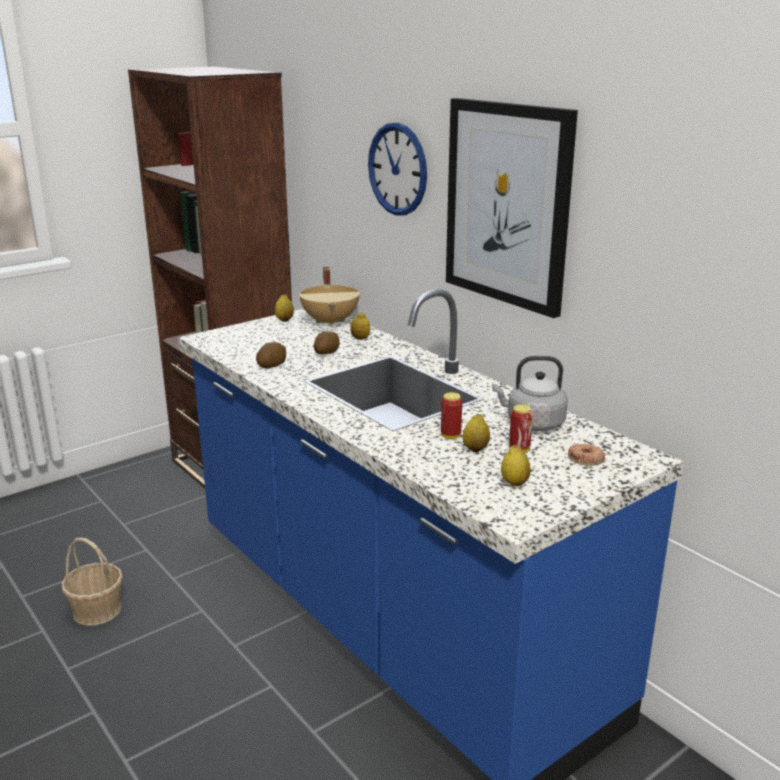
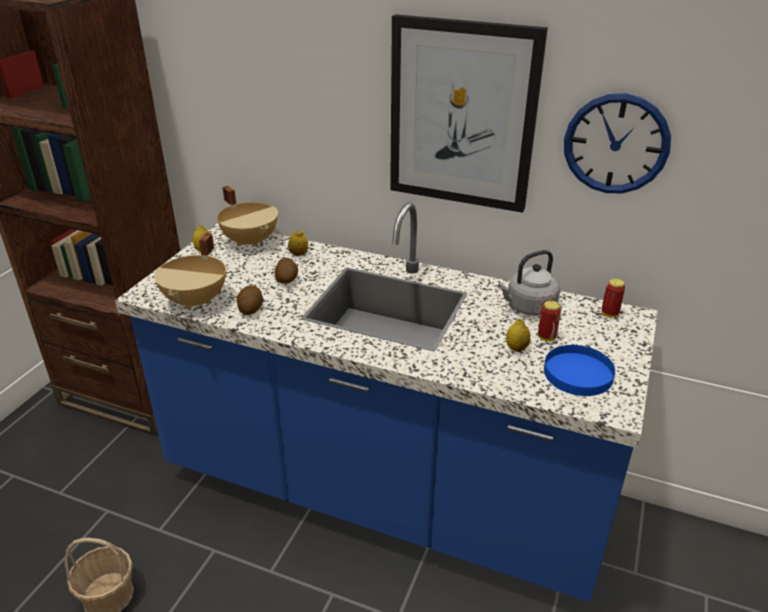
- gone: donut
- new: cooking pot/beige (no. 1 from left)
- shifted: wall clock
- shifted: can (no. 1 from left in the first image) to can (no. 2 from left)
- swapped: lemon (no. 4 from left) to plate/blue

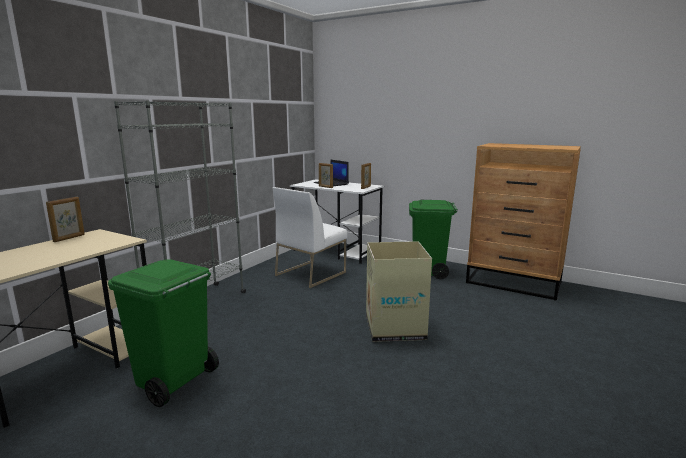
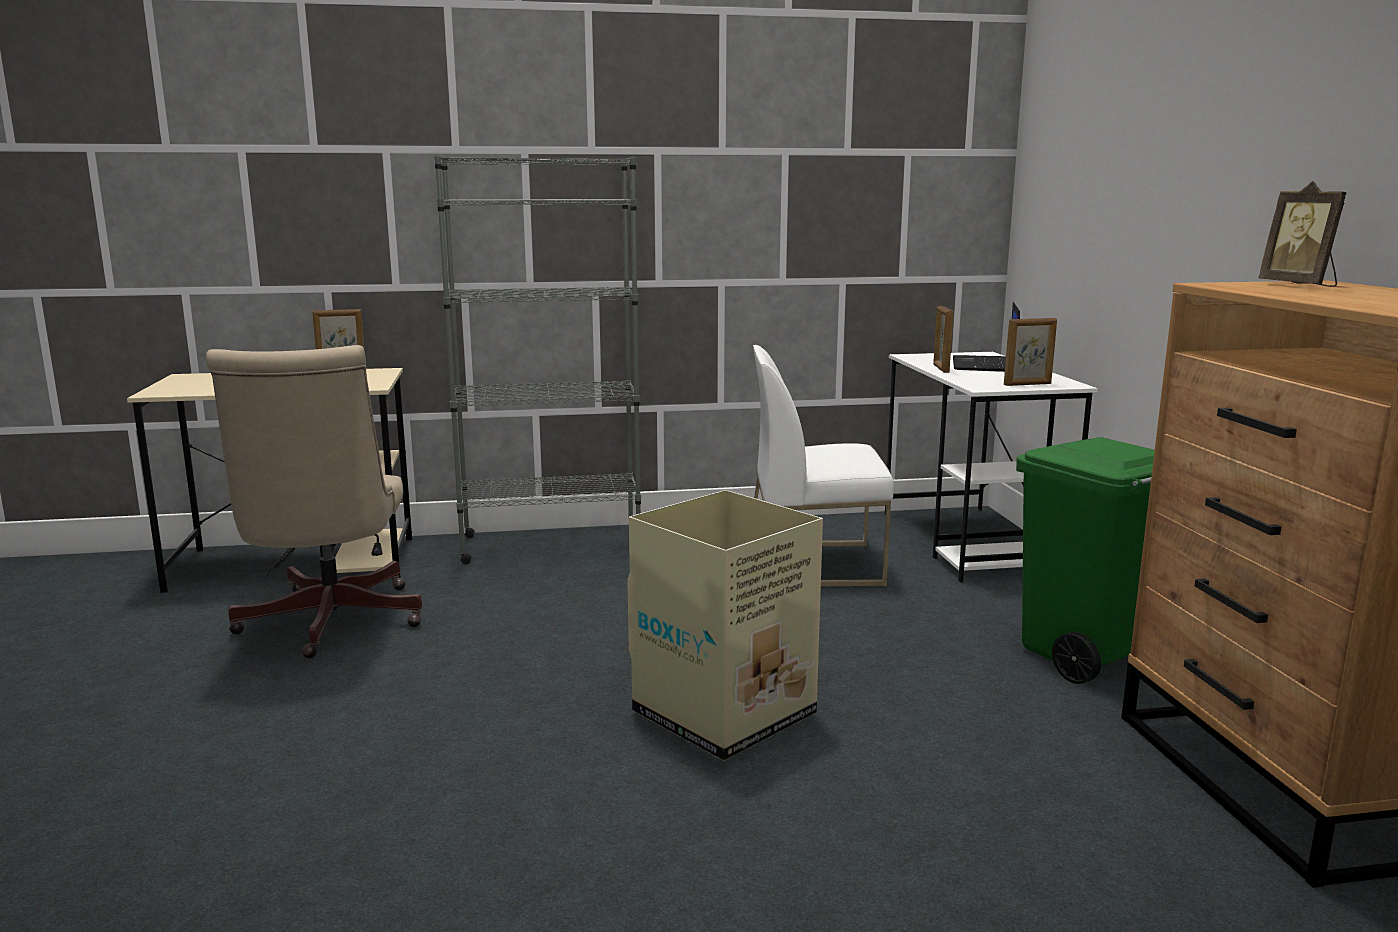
- new: picture frame (no. 4 from left)
- swapped: trash can/green (no. 1 from left) to office chair/beige

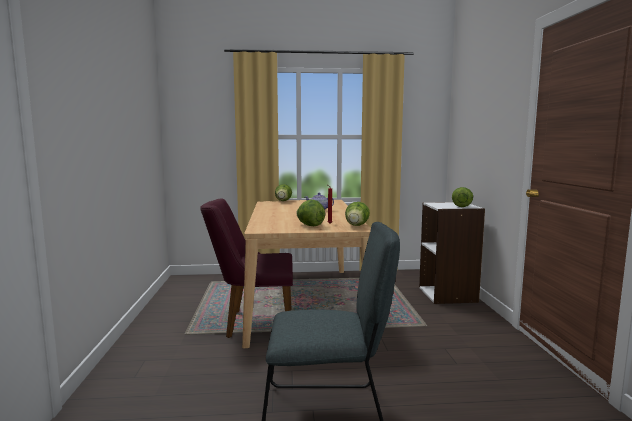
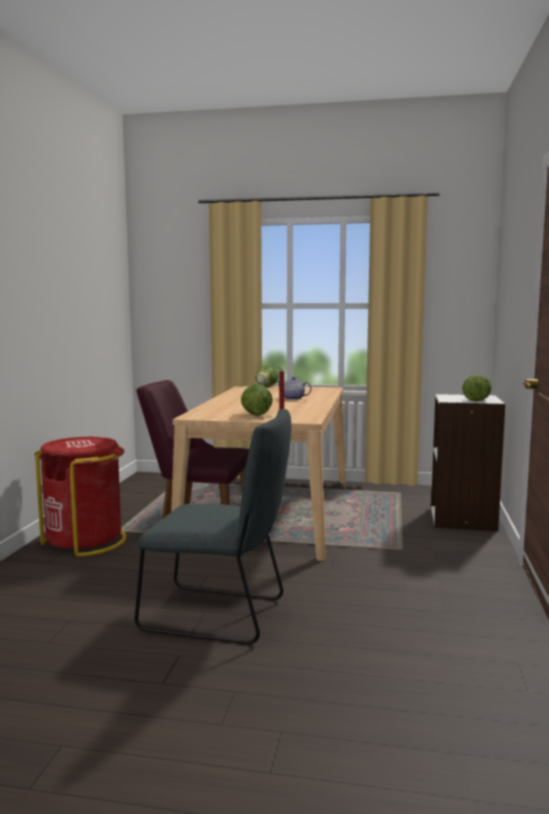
- gone: lettuce (no. 3 from left)
- new: trash can/red

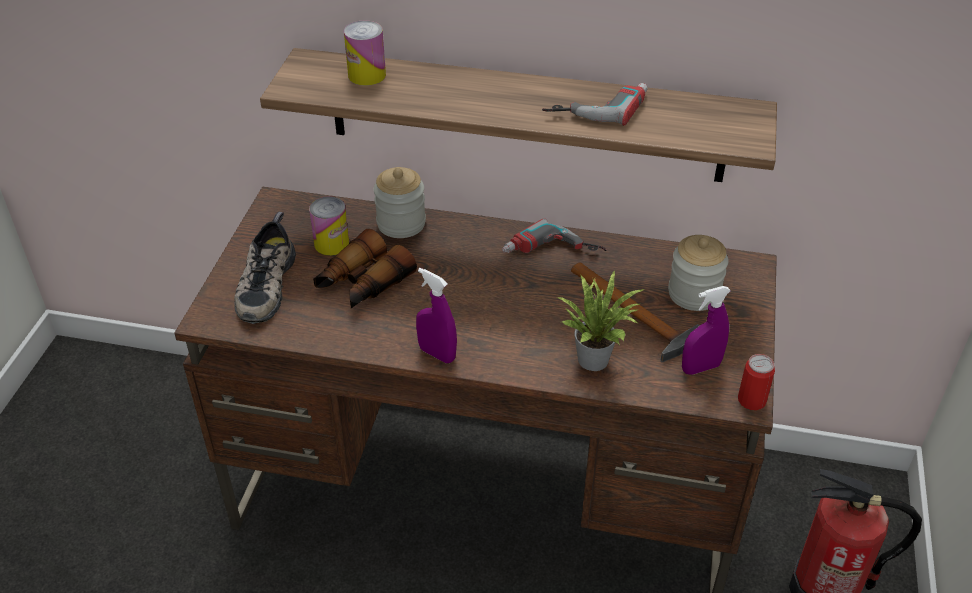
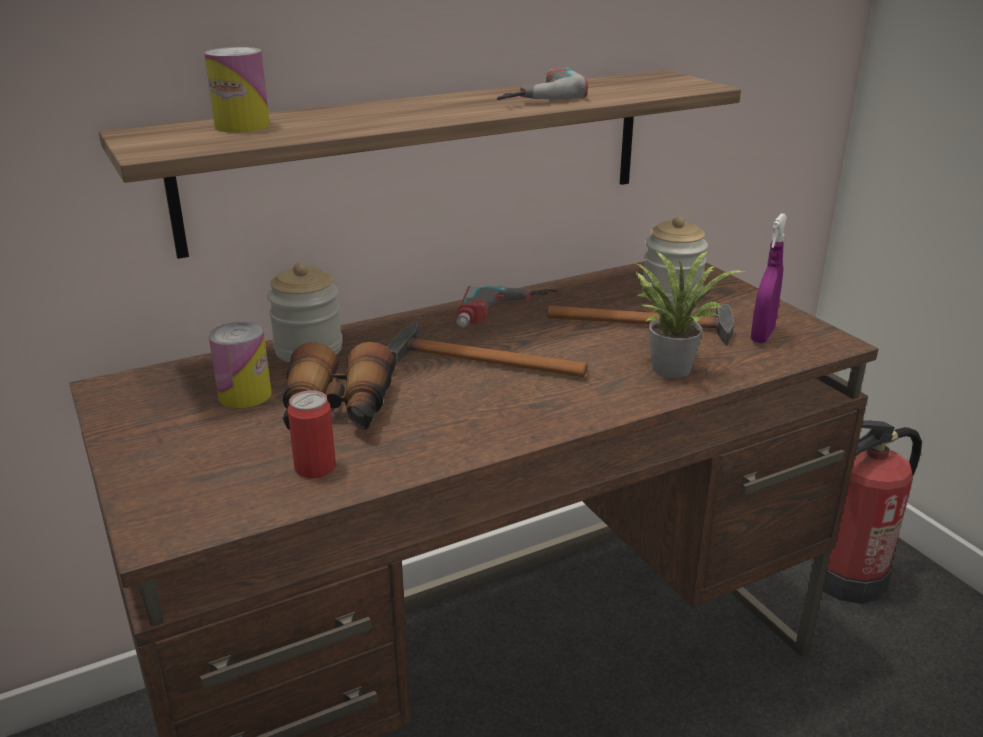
- gone: shoe
- gone: spray bottle/purple (no. 1 from left)
- new: hammer (no. 1 from left)
- shifted: can (no. 3 from left)

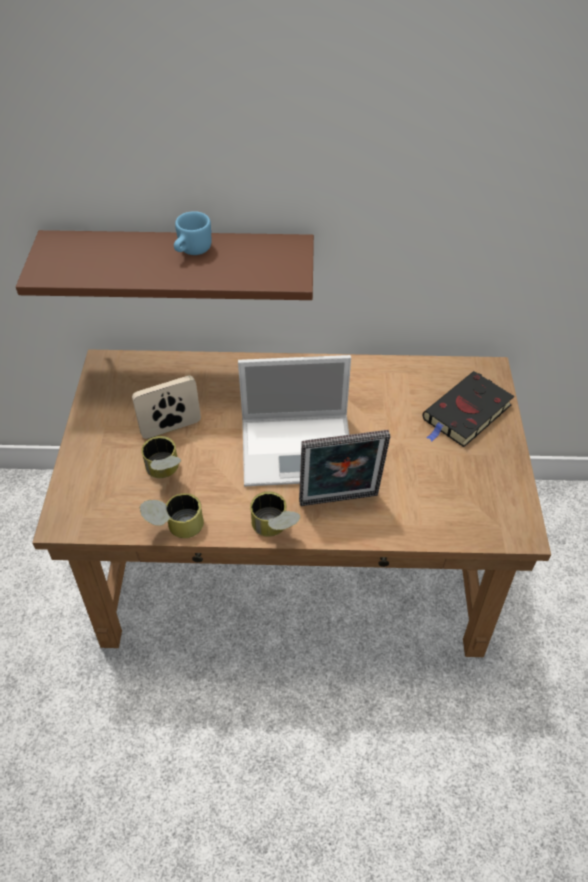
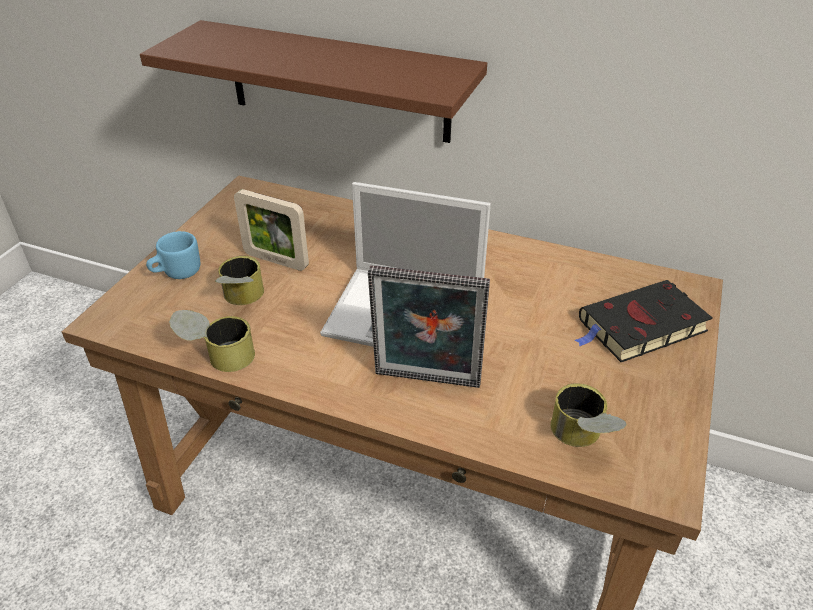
- shifted: mug/blue
- shifted: can (no. 3 from left)
- rotated: picture frame (no. 1 from left) 150 degrees counterclockwise

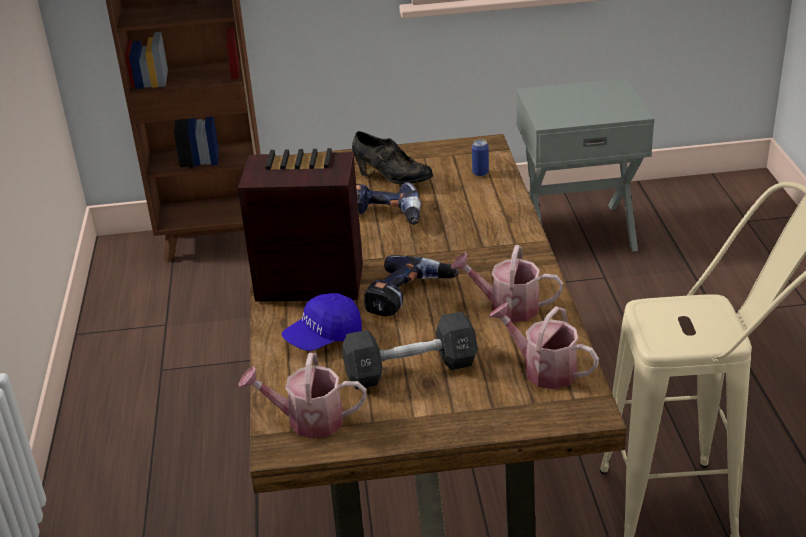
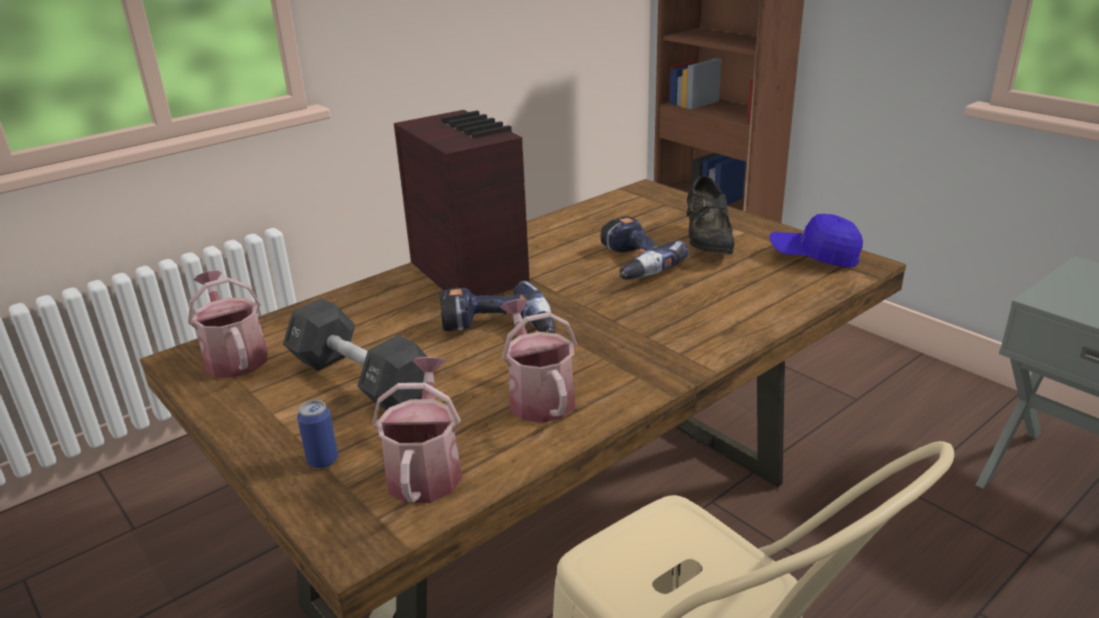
- shifted: cap/blue
- shifted: can

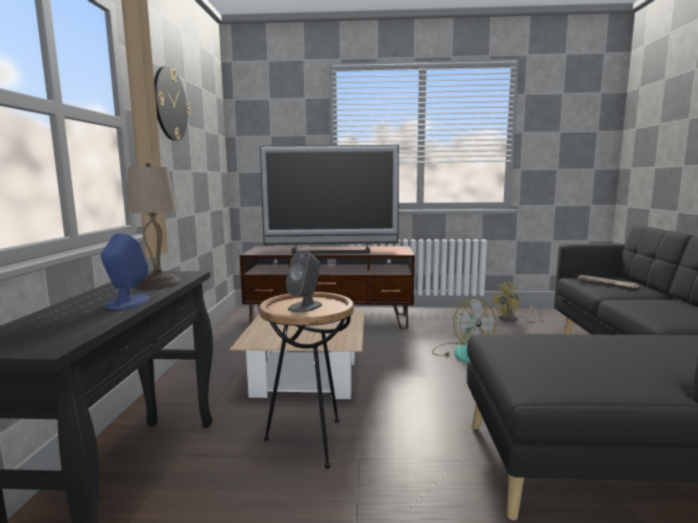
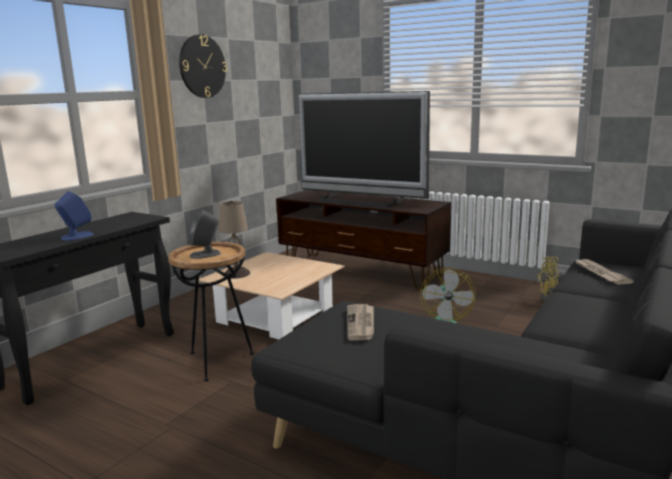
- new: newspaper (no. 1 from left)
- shifted: table lamp/beige

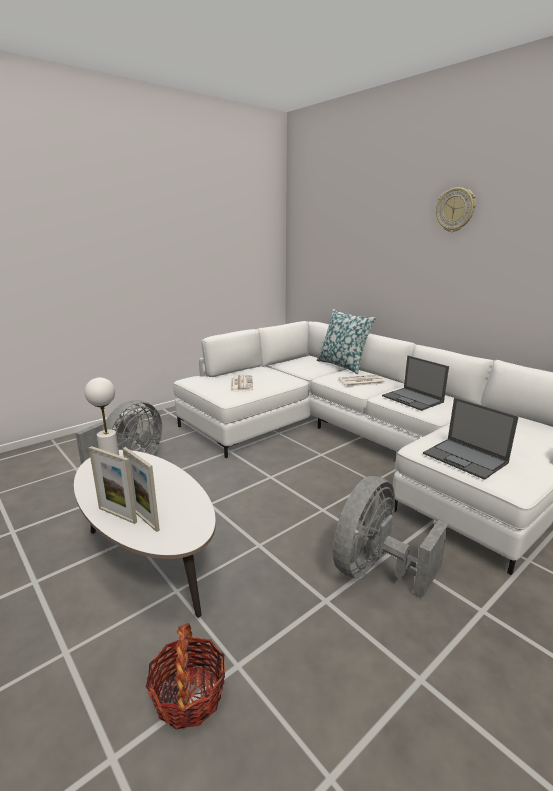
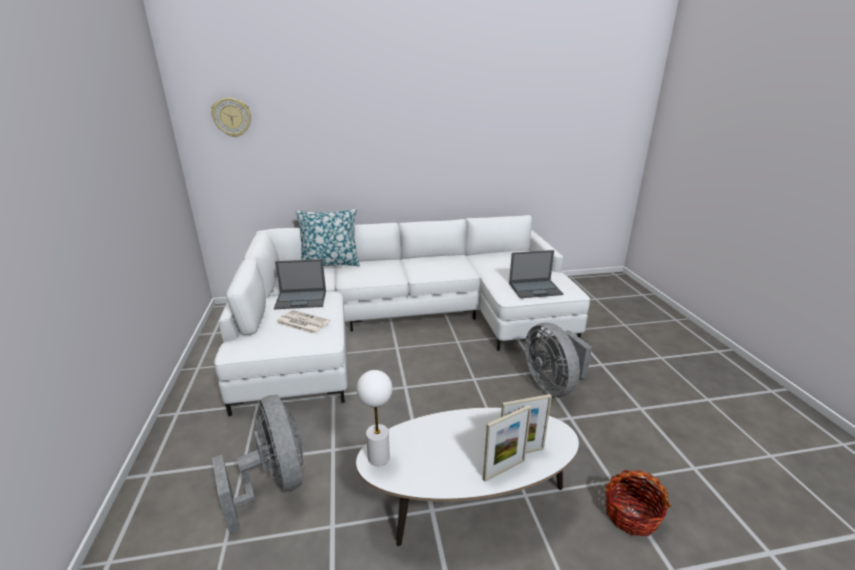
- gone: newspaper (no. 2 from left)
- shifted: laptop (no. 1 from left)
- shifted: wall clock

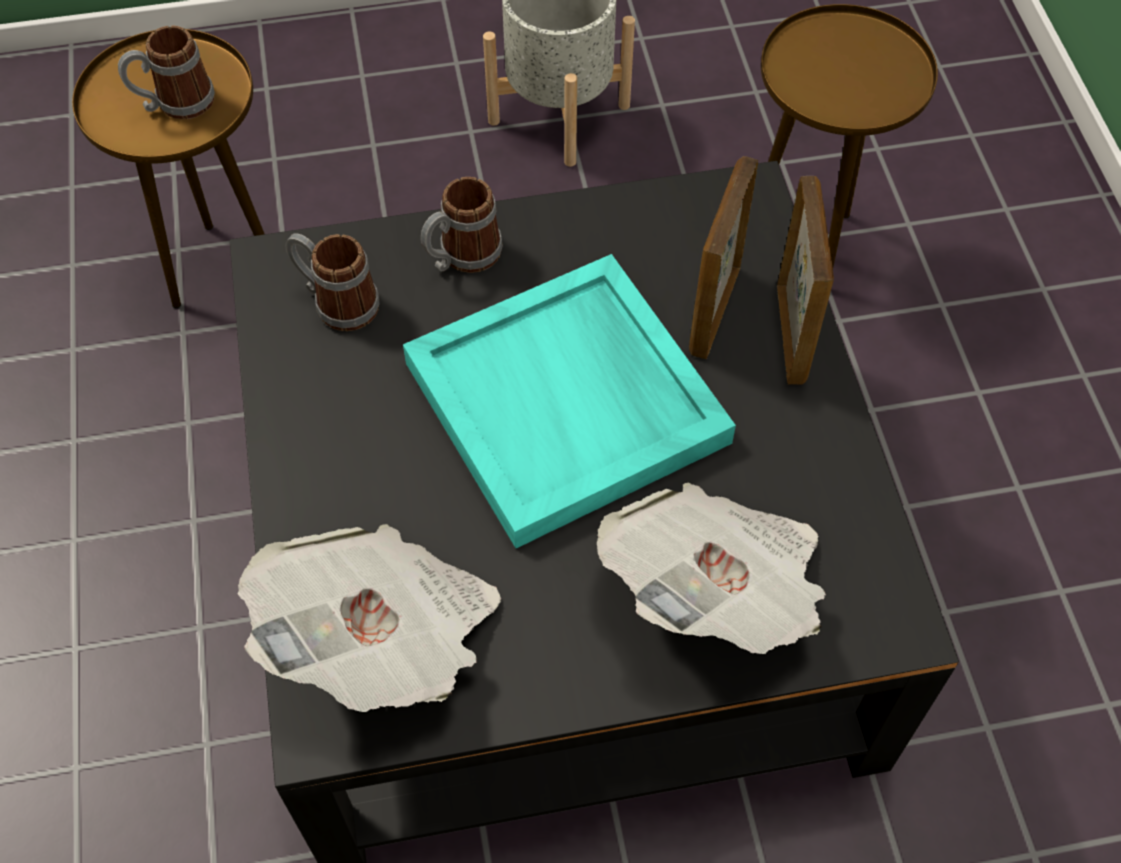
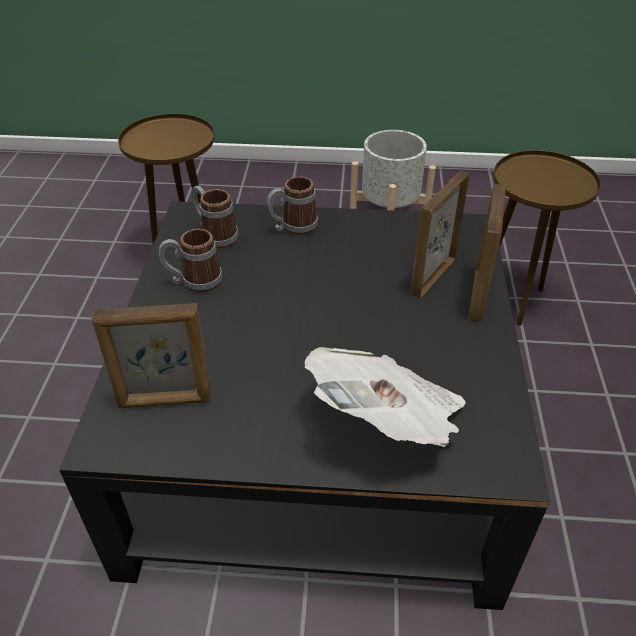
- gone: tray/turquoise
- shifted: mug (no. 1 from left)
- swapped: newspaper (no. 1 from left) to picture frame (no. 1 from left)

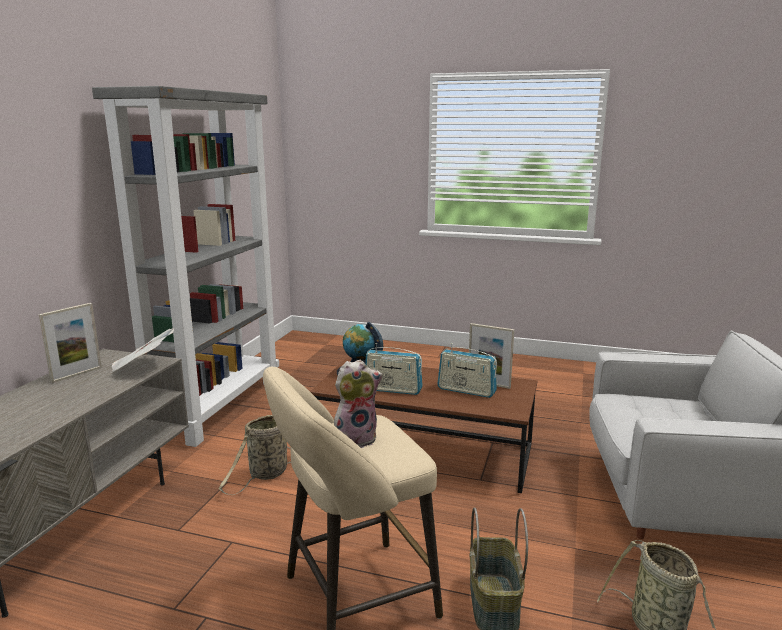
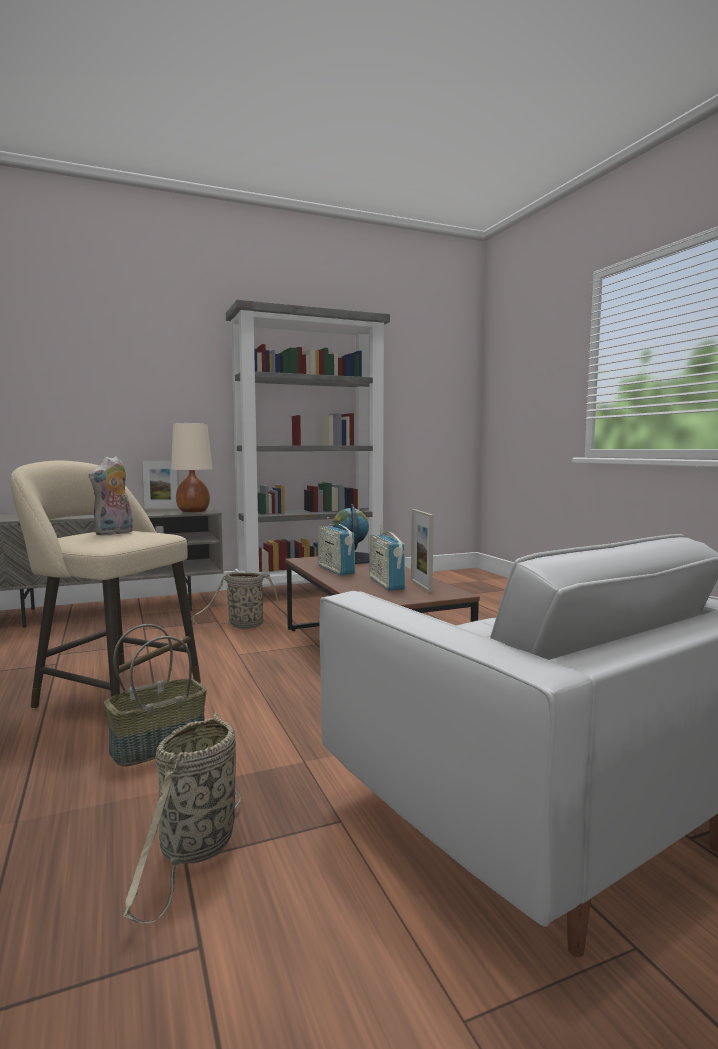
- swapped: newspaper to table lamp/beige
- rotated: plush toy 90 degrees clockwise

